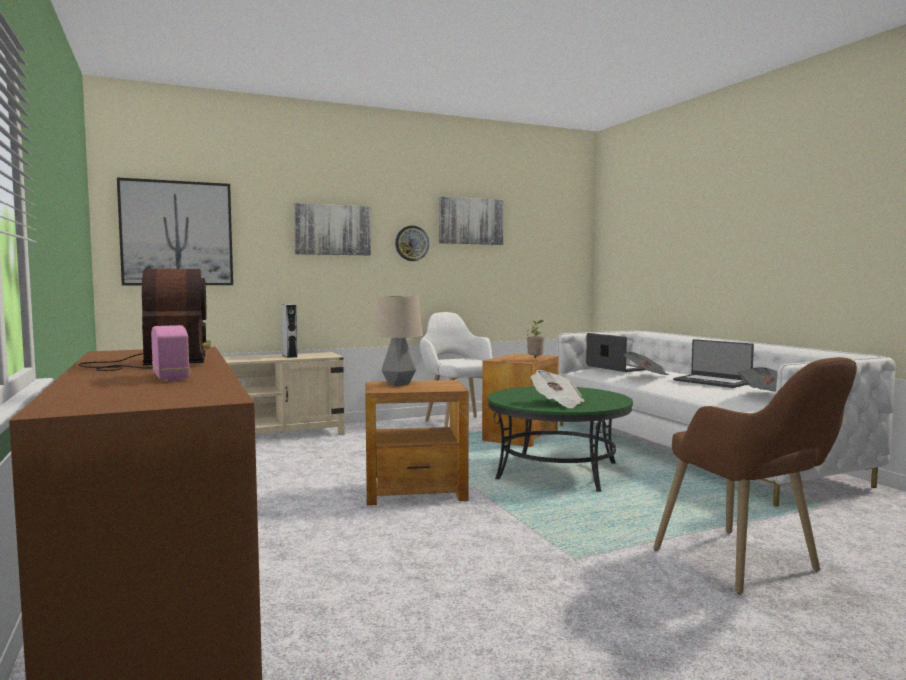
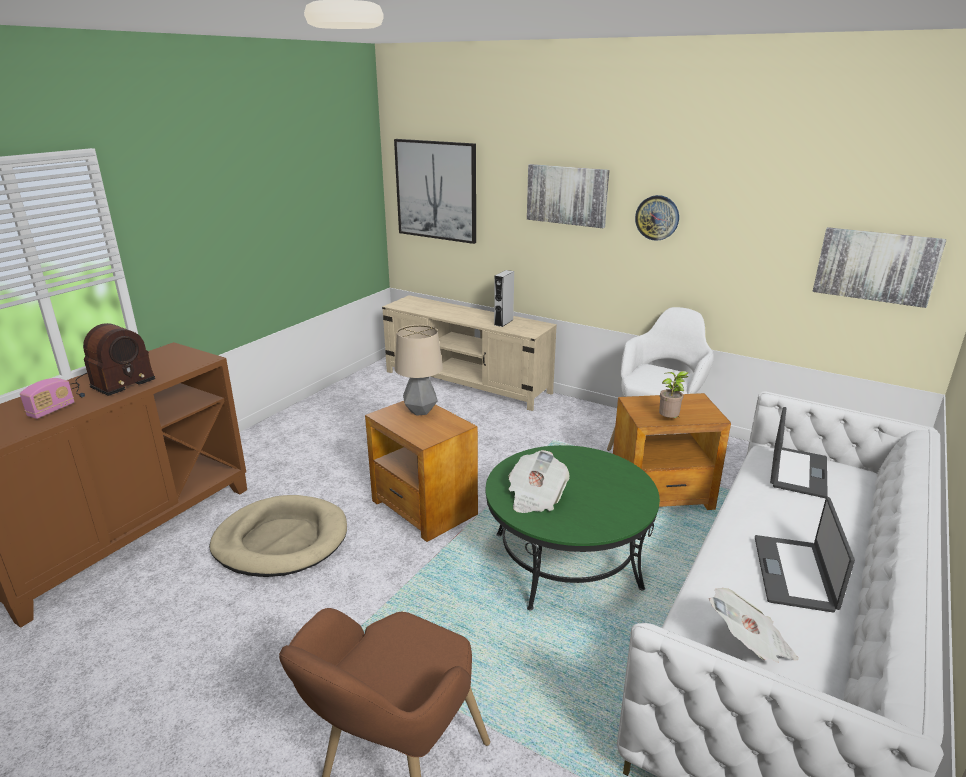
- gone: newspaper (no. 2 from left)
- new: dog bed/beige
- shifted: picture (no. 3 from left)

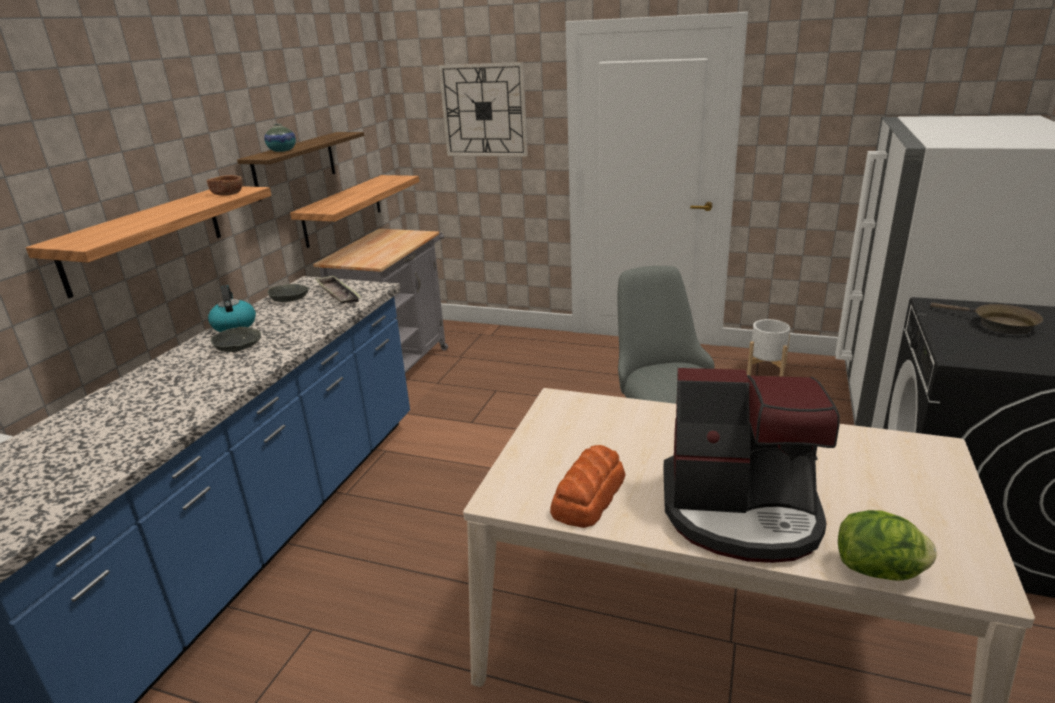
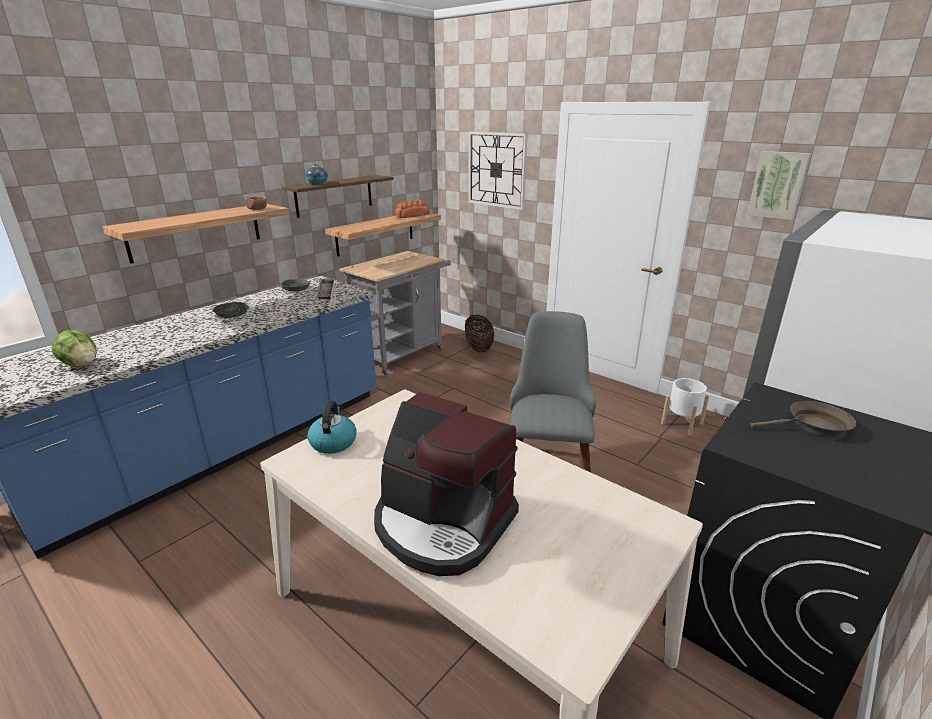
- new: basket
- new: picture
- shifted: kettle
- shifted: bread
- shifted: lettuce
- rotated: frying pan/brown 75 degrees counterclockwise

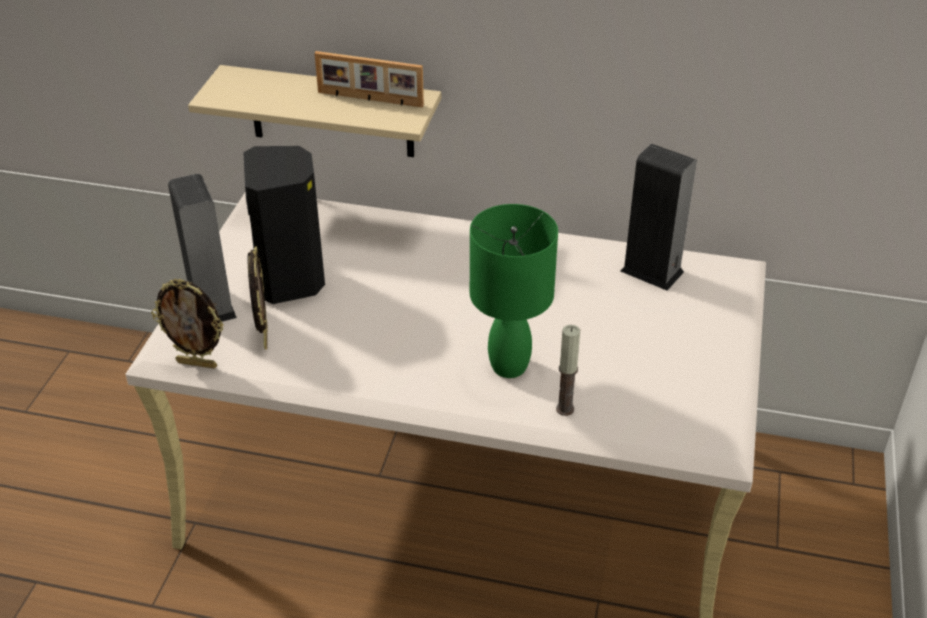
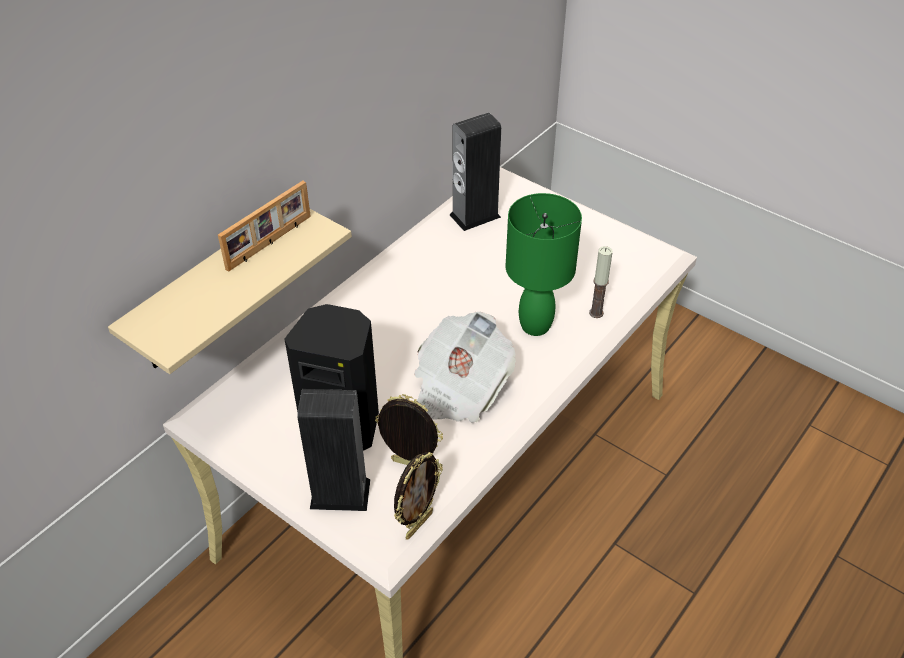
- new: newspaper

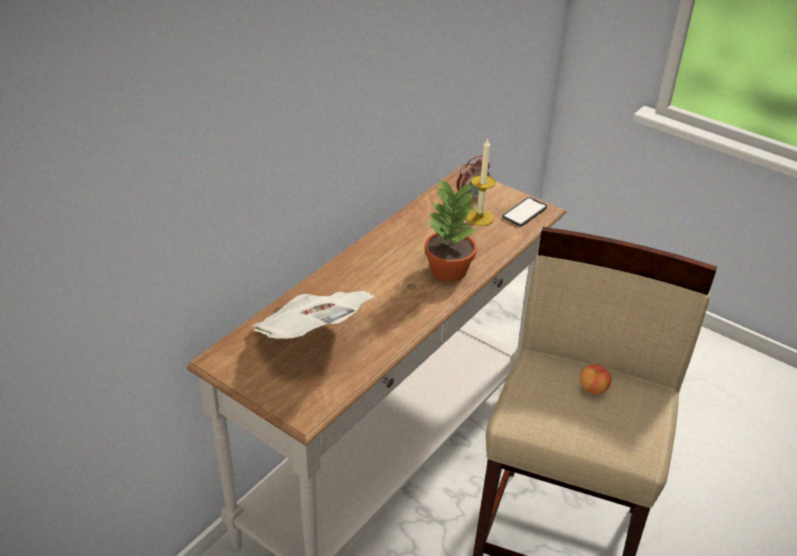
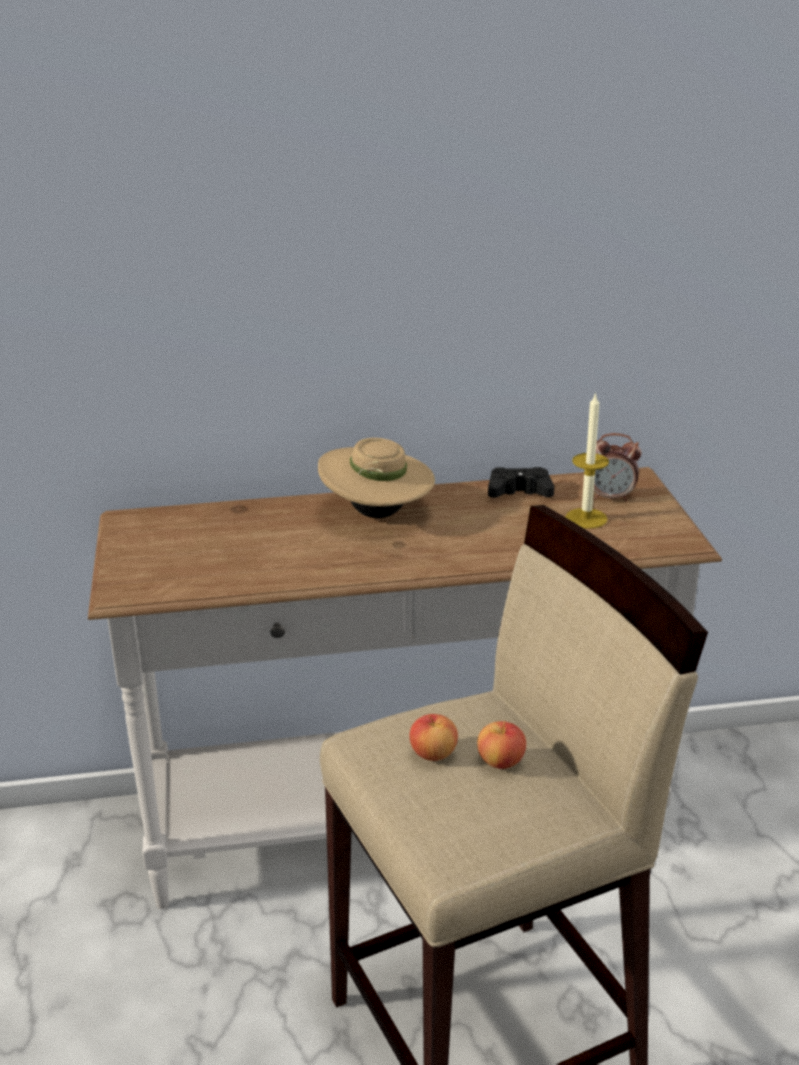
- gone: newspaper
- gone: potted plant
- gone: phone
- new: hat/beige
- new: apple (no. 1 from left)
- new: game controller/black

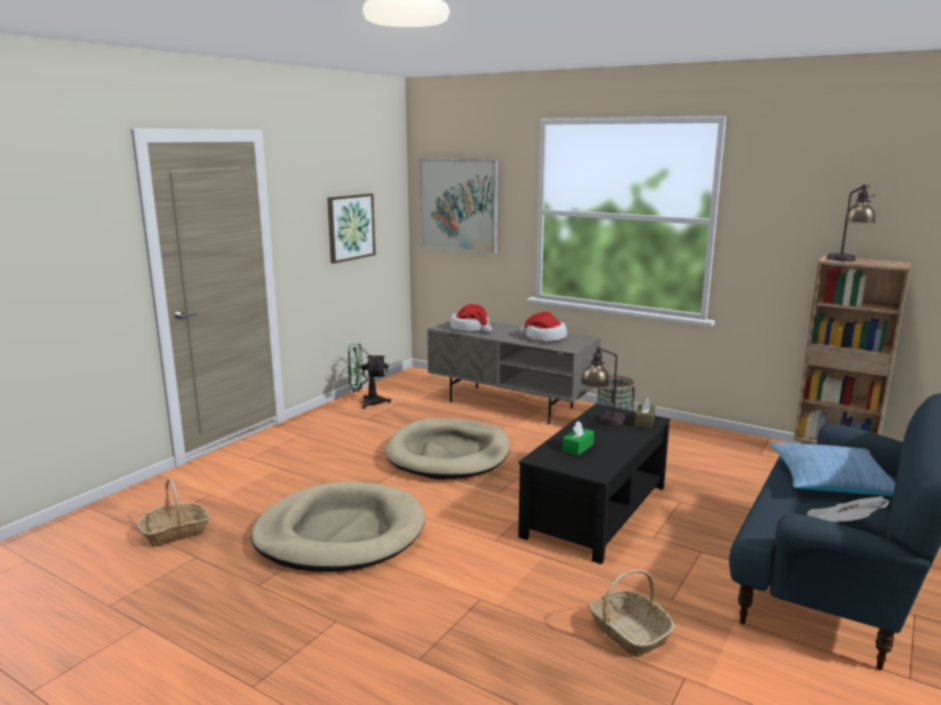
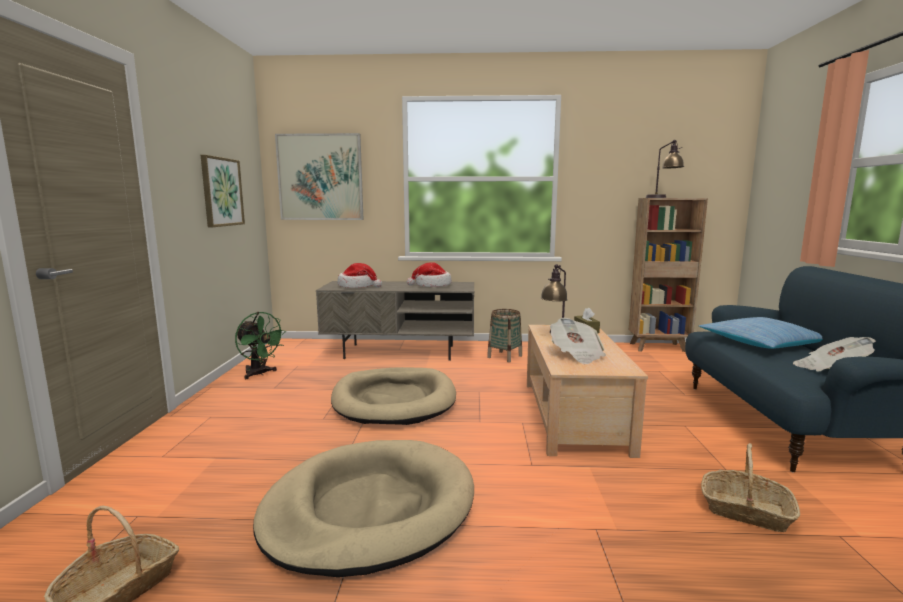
- swapped: tissue box/green to newspaper (no. 1 from left)
- repainted: coffee table/black to coffee table/beige
- rotated: fan/green 105 degrees counterclockwise

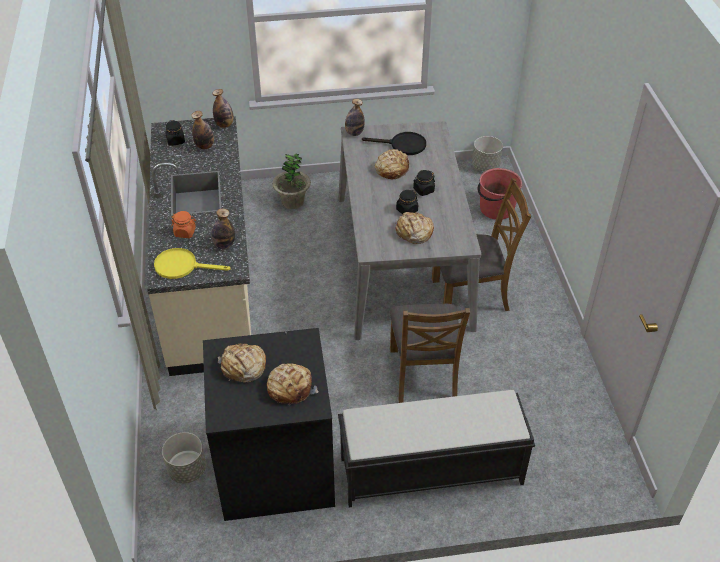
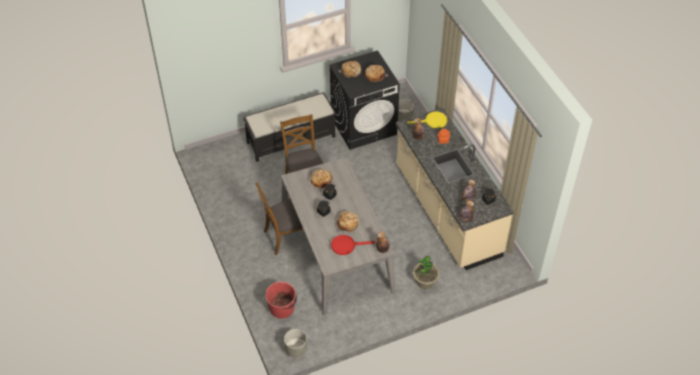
- repainted: frying pan/black to frying pan/red

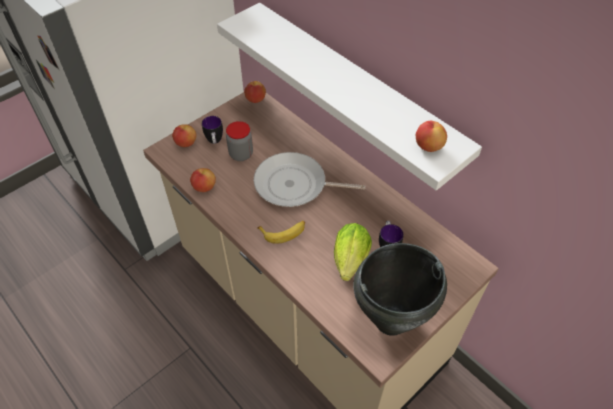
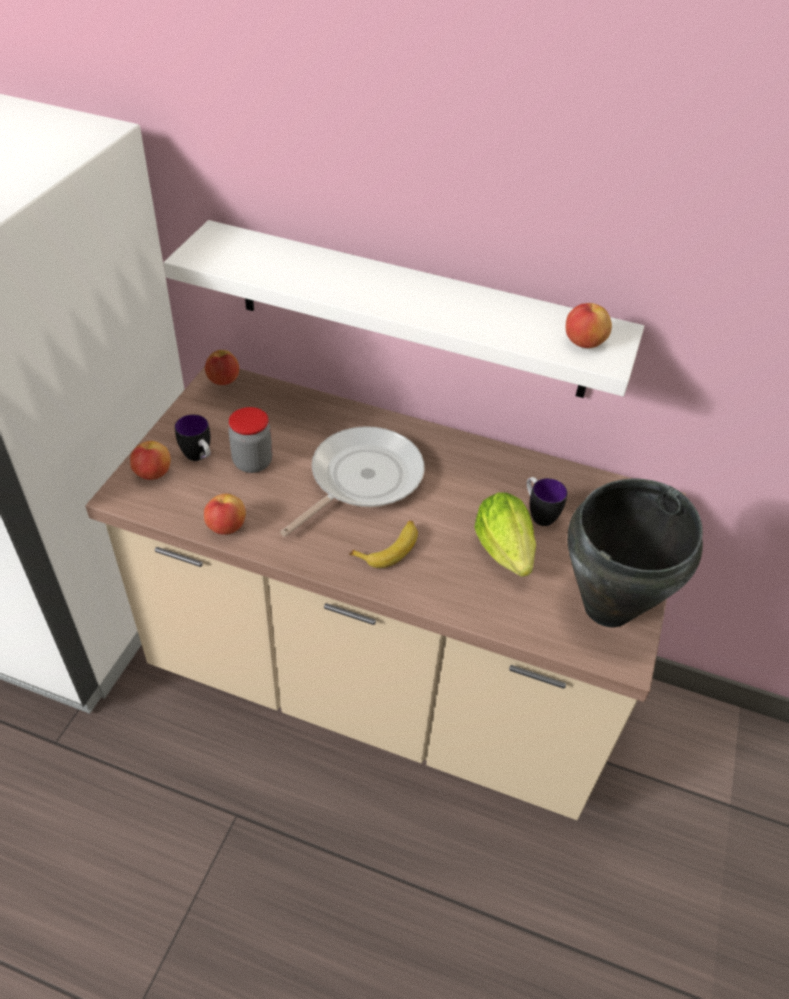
- rotated: frying pan 150 degrees clockwise

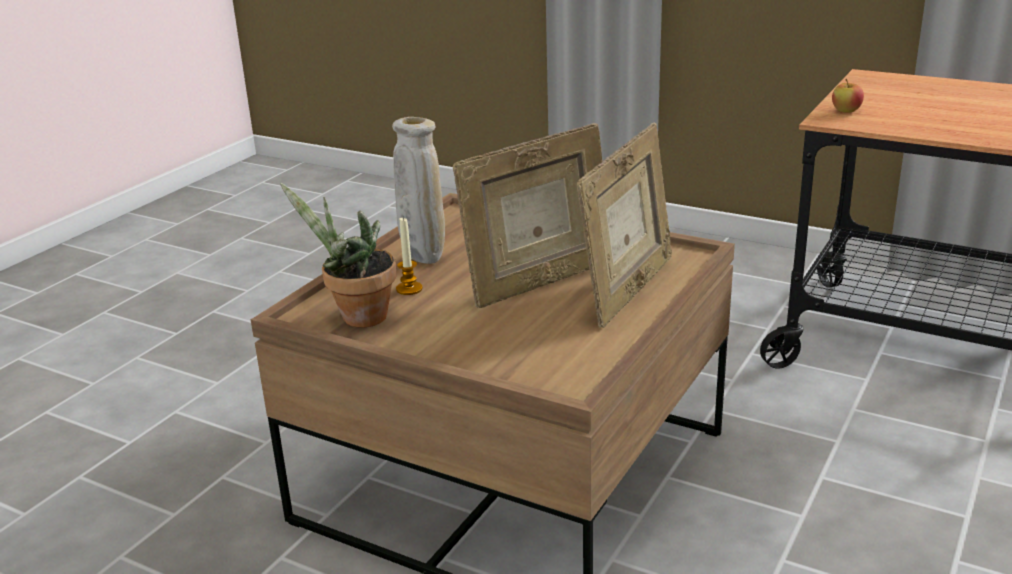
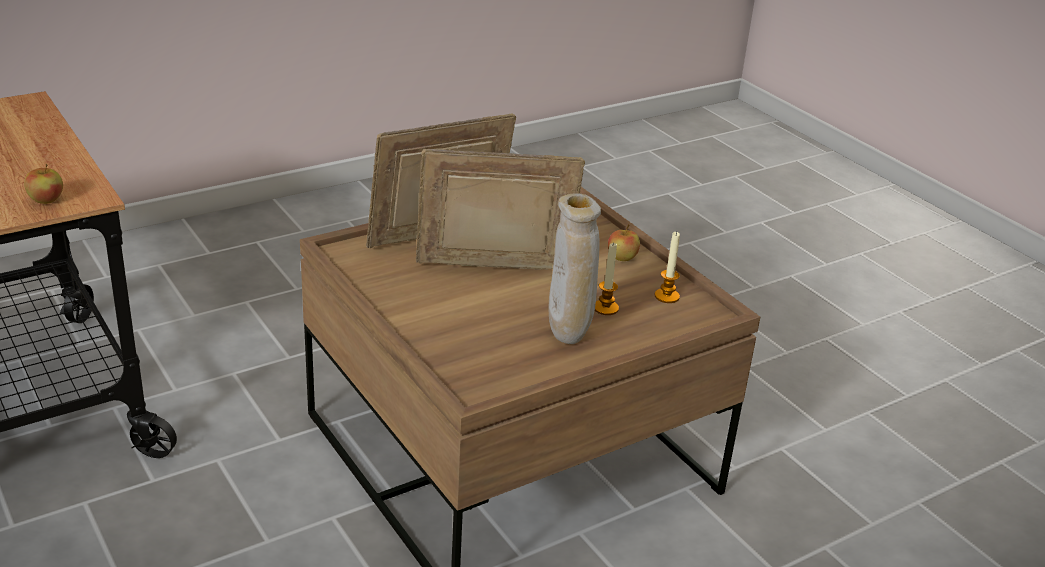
- new: apple (no. 2 from left)
- swapped: potted plant to candle (no. 2 from left)

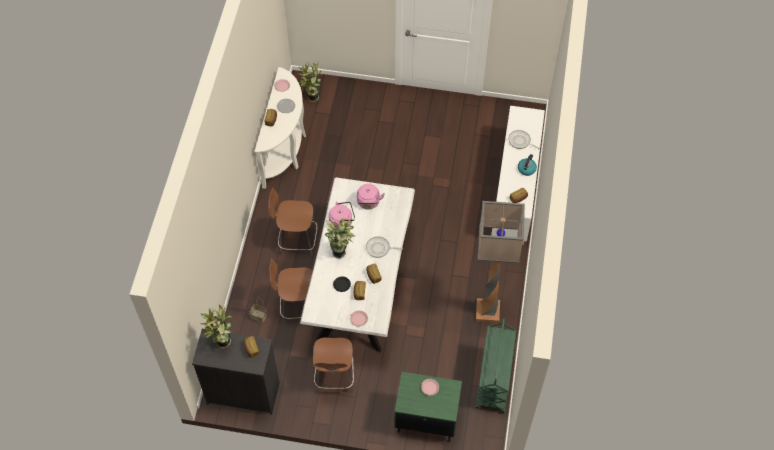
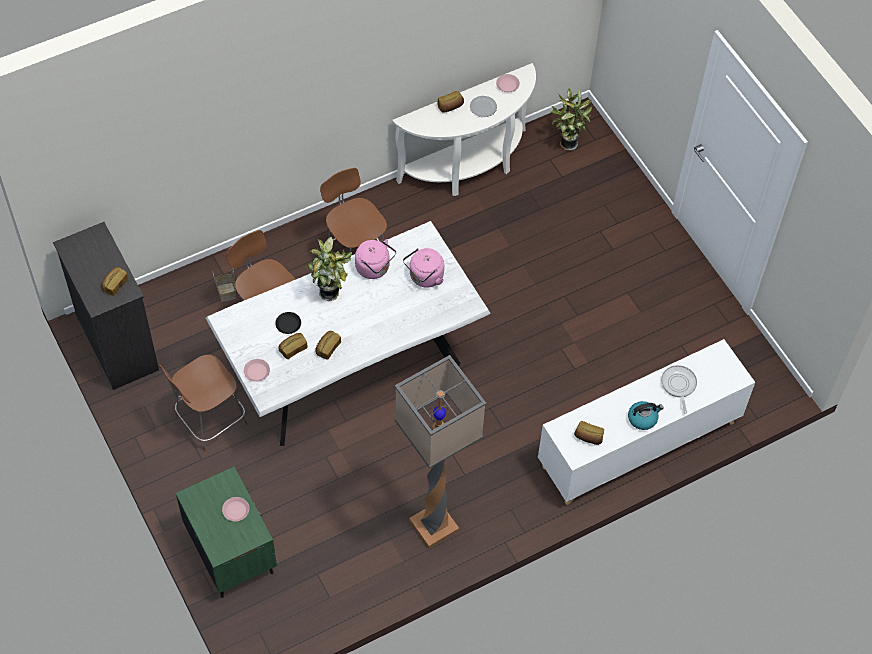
- gone: potted plant (no. 1 from left)
- gone: frying pan (no. 1 from left)
- gone: cart/green

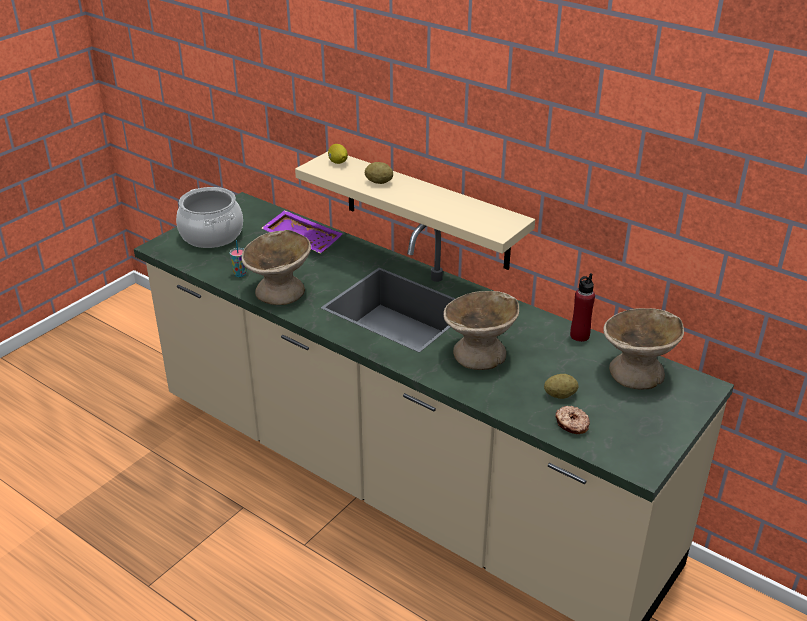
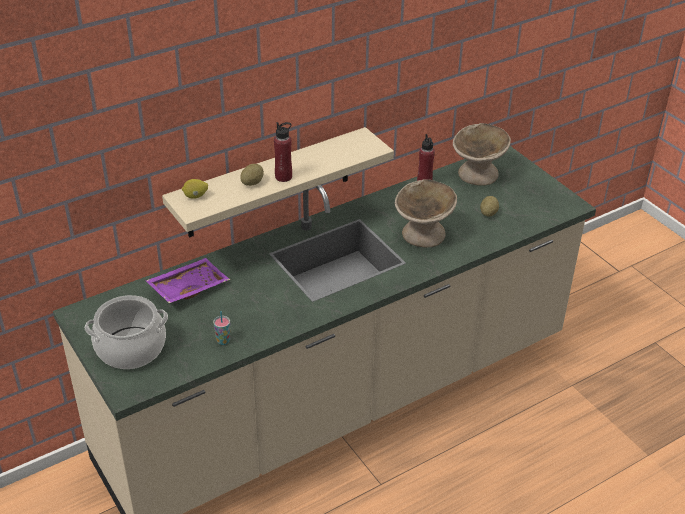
- gone: bowl/beige (no. 1 from left)
- gone: donut
- new: bottle/red (no. 1 from left)

